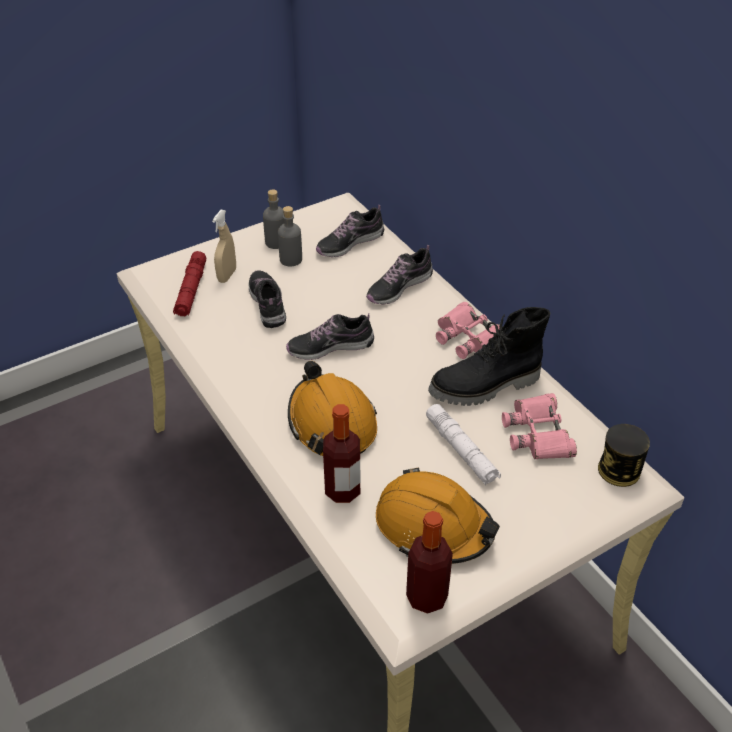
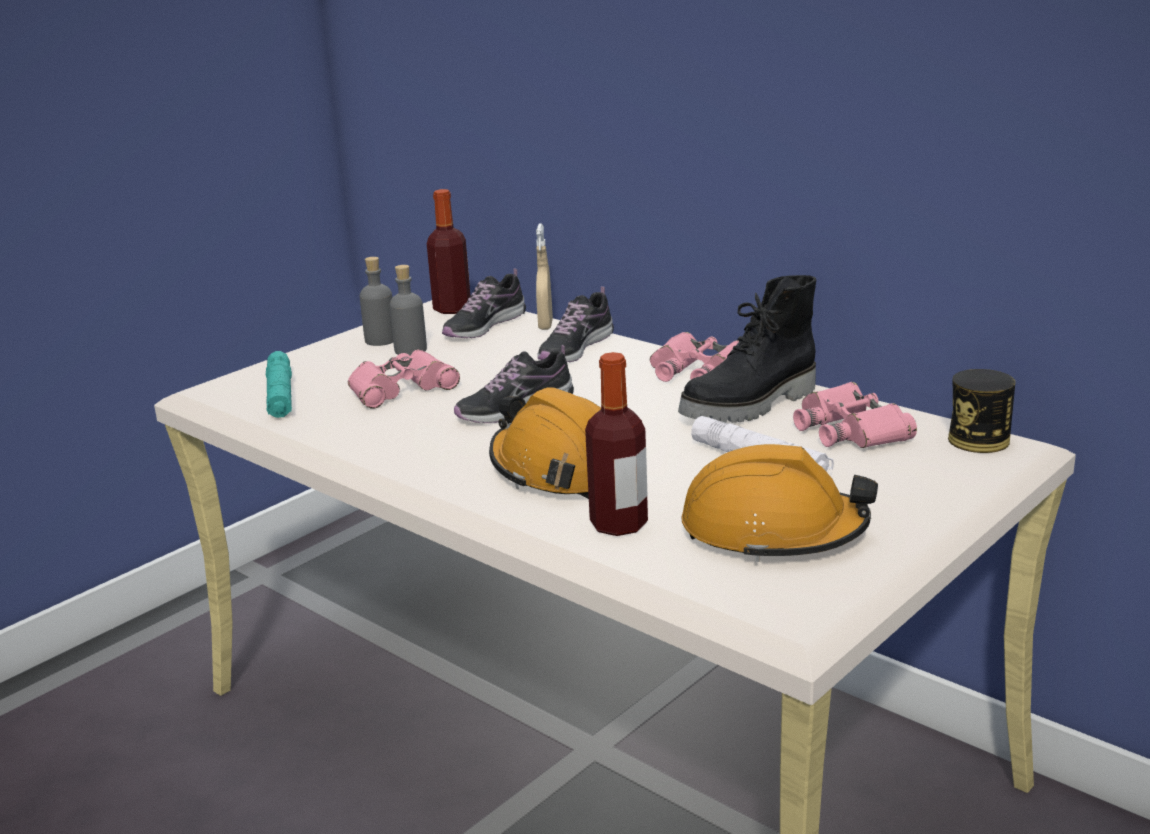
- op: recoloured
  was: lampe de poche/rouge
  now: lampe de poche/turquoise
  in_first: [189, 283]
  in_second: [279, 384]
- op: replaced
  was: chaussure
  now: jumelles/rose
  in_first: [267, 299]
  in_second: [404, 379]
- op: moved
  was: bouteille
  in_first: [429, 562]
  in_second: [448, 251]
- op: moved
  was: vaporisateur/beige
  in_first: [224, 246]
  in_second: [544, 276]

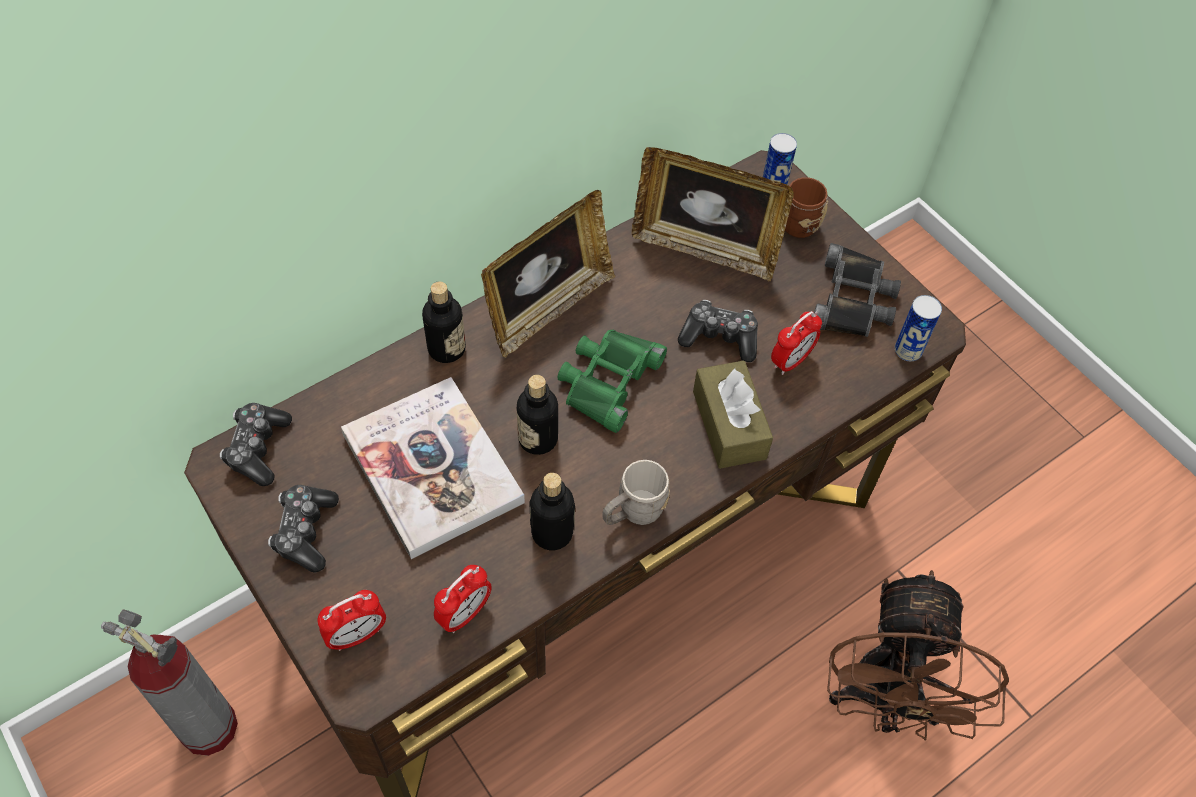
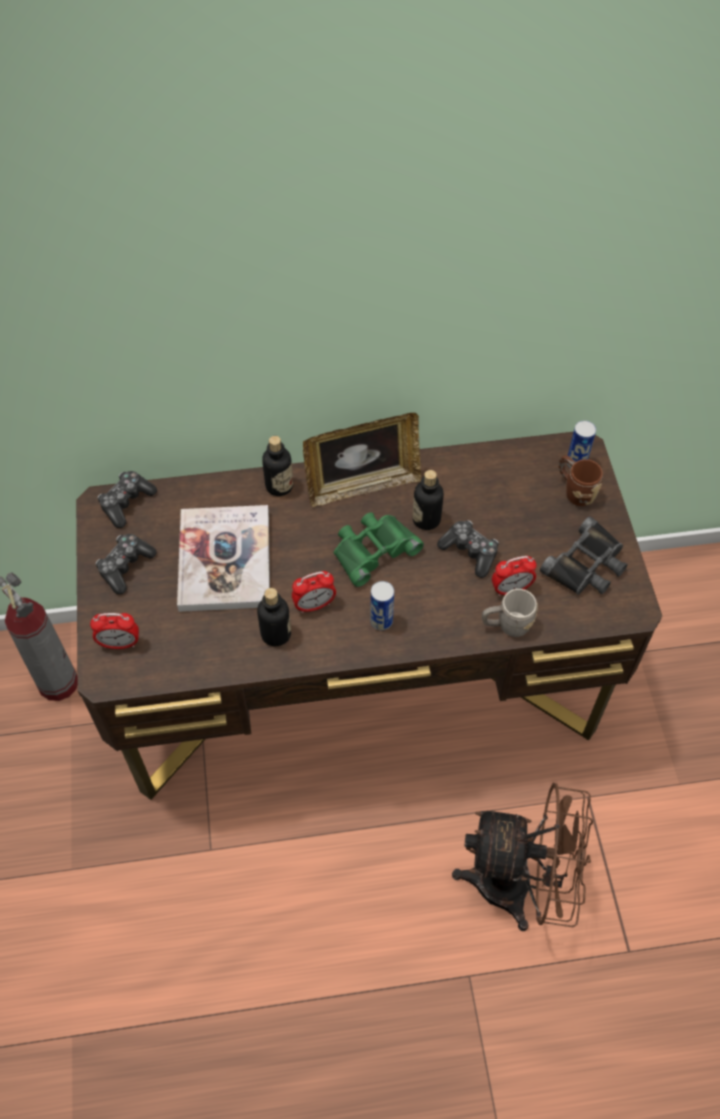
- op: moved
  was: réveil
  in_first: [463, 599]
  in_second: [314, 592]
- op: moved
  was: boîte métallique
  in_first: [918, 328]
  in_second: [382, 606]
- op: moved
  was: bouteille
  in_first: [537, 415]
  in_second: [428, 500]
- op: turned
  was: ventilateur/marron
  in_first: [918, 655]
  in_second: [522, 857]
  clockwise: -120
- op: moved
  was: mug/gris
  in_first: [636, 492]
  in_second: [510, 613]
- op: removed
  was: cadre photo
  in_first: [713, 214]
- op: removed
  was: boîte à mouchoirs/marron
  in_first: [733, 414]

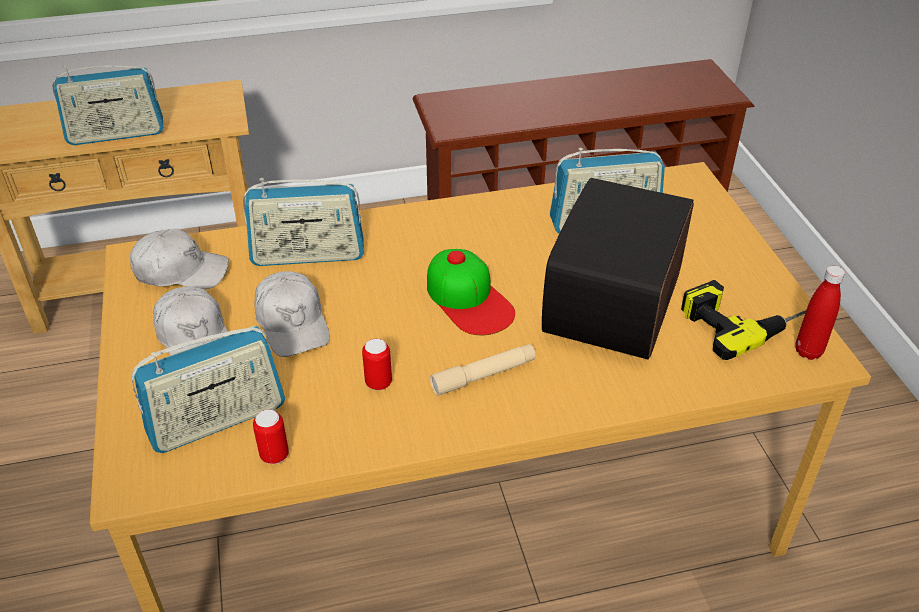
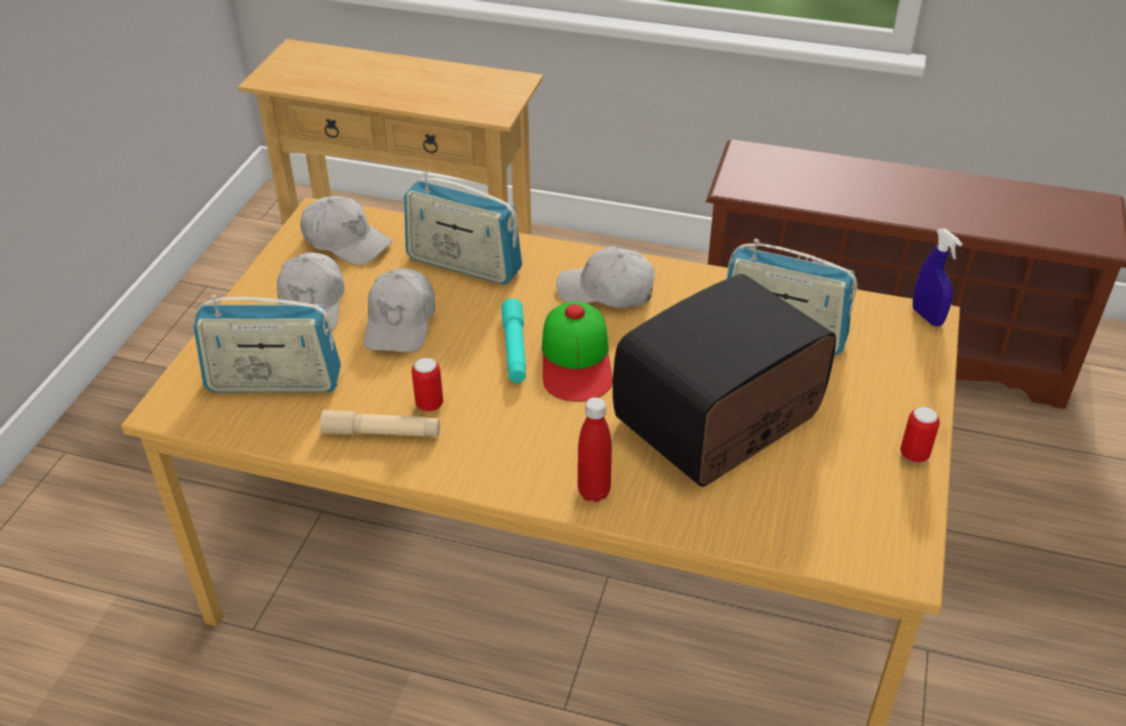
- op: moved
  was: lampe de poche/beige
  in_first: [483, 370]
  in_second: [380, 423]
- op: added
  now: lampe de poche/turquoise
  in_second: [513, 340]
- op: added
  now: casquette/blanc
  in_second: [605, 277]
- op: moved
  was: bouteille/rouge
  in_first: [820, 312]
  in_second: [595, 449]
- op: moved
  was: boîte métallique
  in_first: [271, 437]
  in_second: [920, 435]
- op: added
  now: vaporisateur/bleu
  in_second: [938, 277]
- op: removed
  was: radio
  in_first: [108, 105]
- op: removed
  was: perceuse
  in_first: [743, 320]

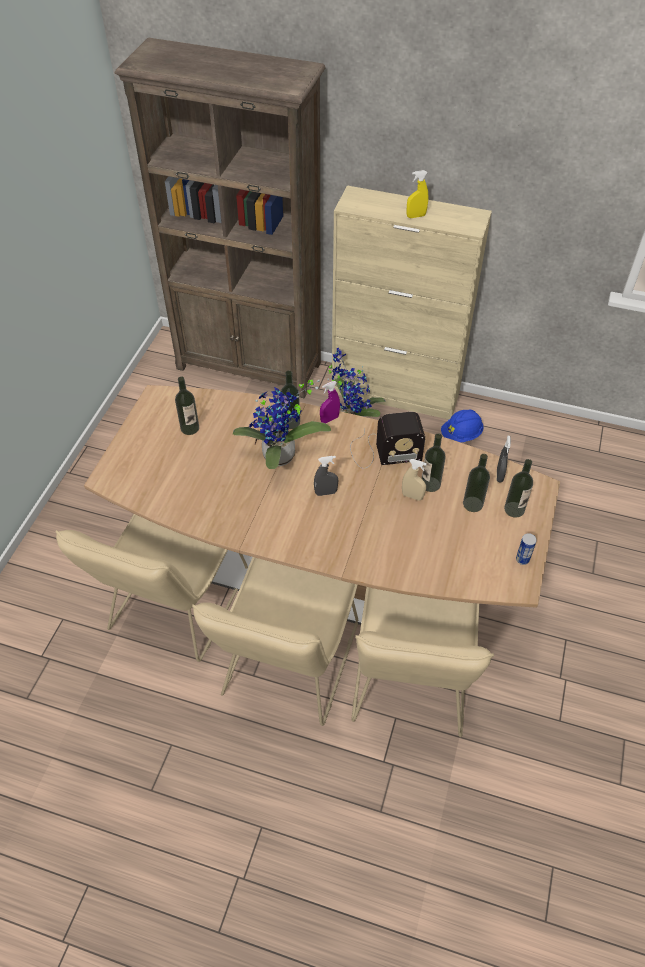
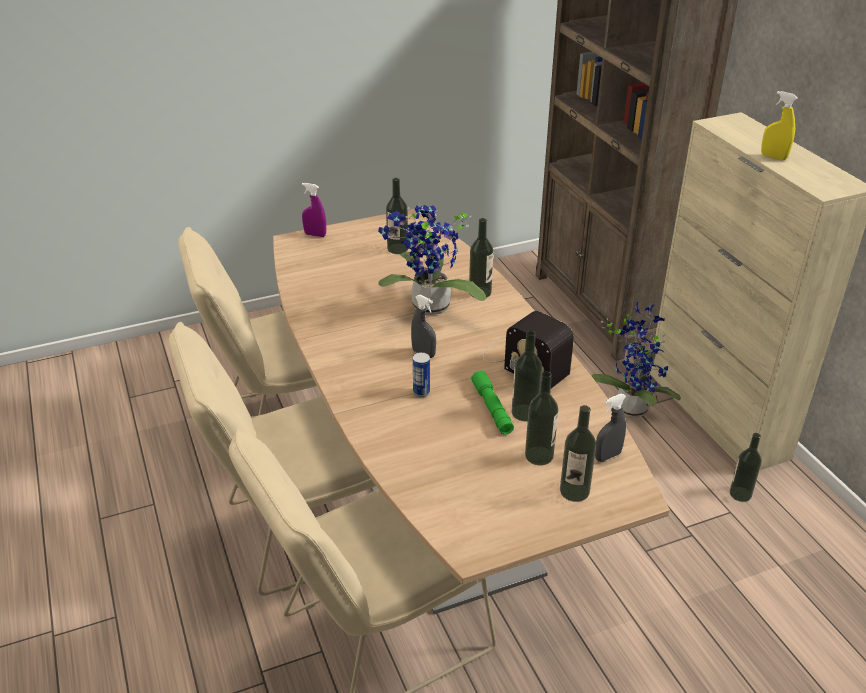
- op: moved
  was: vaporisateur/violet
  in_first: [330, 402]
  in_second: [314, 210]
- op: moved
  was: boîte métallique
  in_first: [526, 549]
  in_second: [421, 374]
- op: replaced
  was: vaporisateur/beige
  now: lampe de poche/vert
  in_first: [414, 480]
  in_second: [492, 402]
- op: replaced
  was: casque de chantier/bleu
  now: bouteille
  in_first: [462, 426]
  in_second: [746, 467]

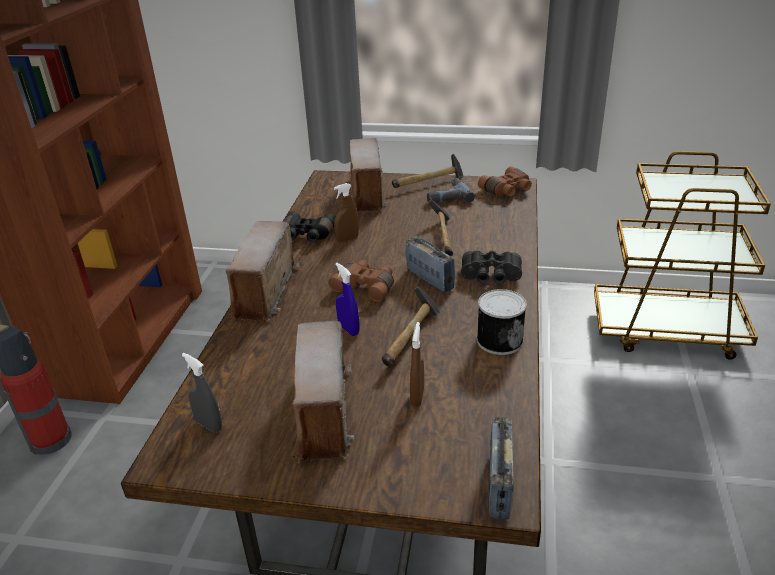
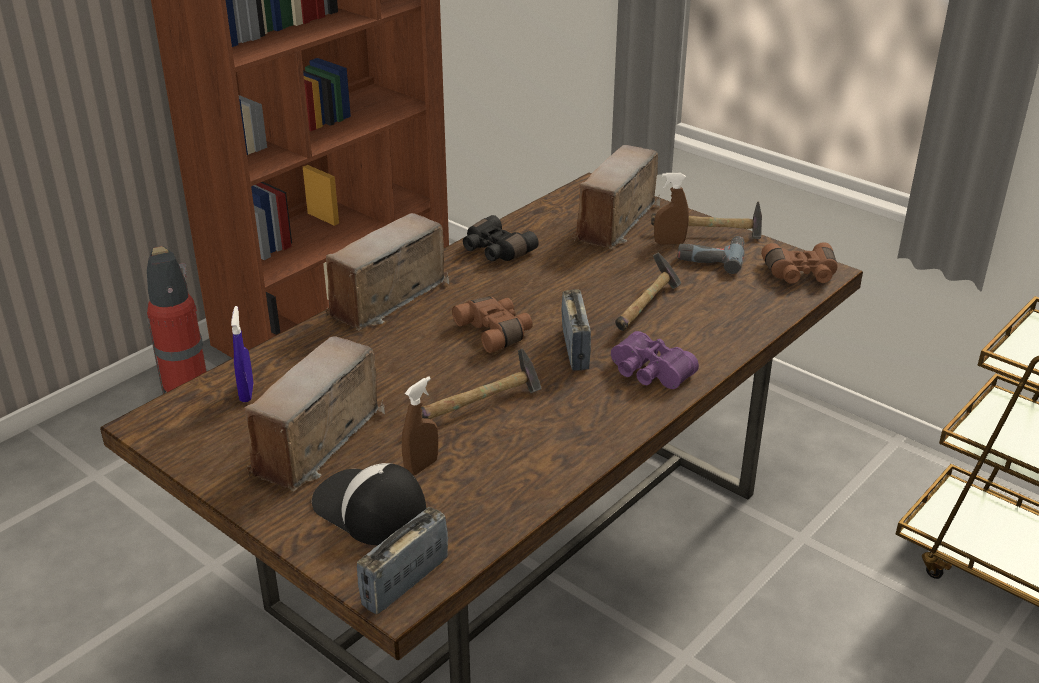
- op: moved
  was: vaporisateur/bleu
  in_first: [347, 299]
  in_second: [242, 354]
- op: added
  now: casquette
  in_second: [369, 504]
- op: recoloured
  was: jumelles/noir
  now: jumelles/violet
  in_first: [491, 267]
  in_second: [655, 360]
- op: moved
  was: vaporisateur/marron
  in_first: [346, 212]
  in_second: [671, 209]
- op: removed
  was: vaporisateur/gris
  in_first: [202, 393]
- op: removed
  was: boîte métallique
  in_first: [502, 322]

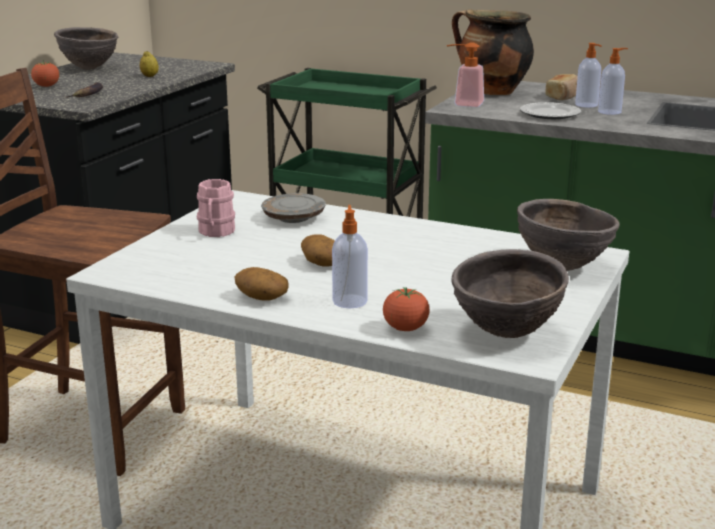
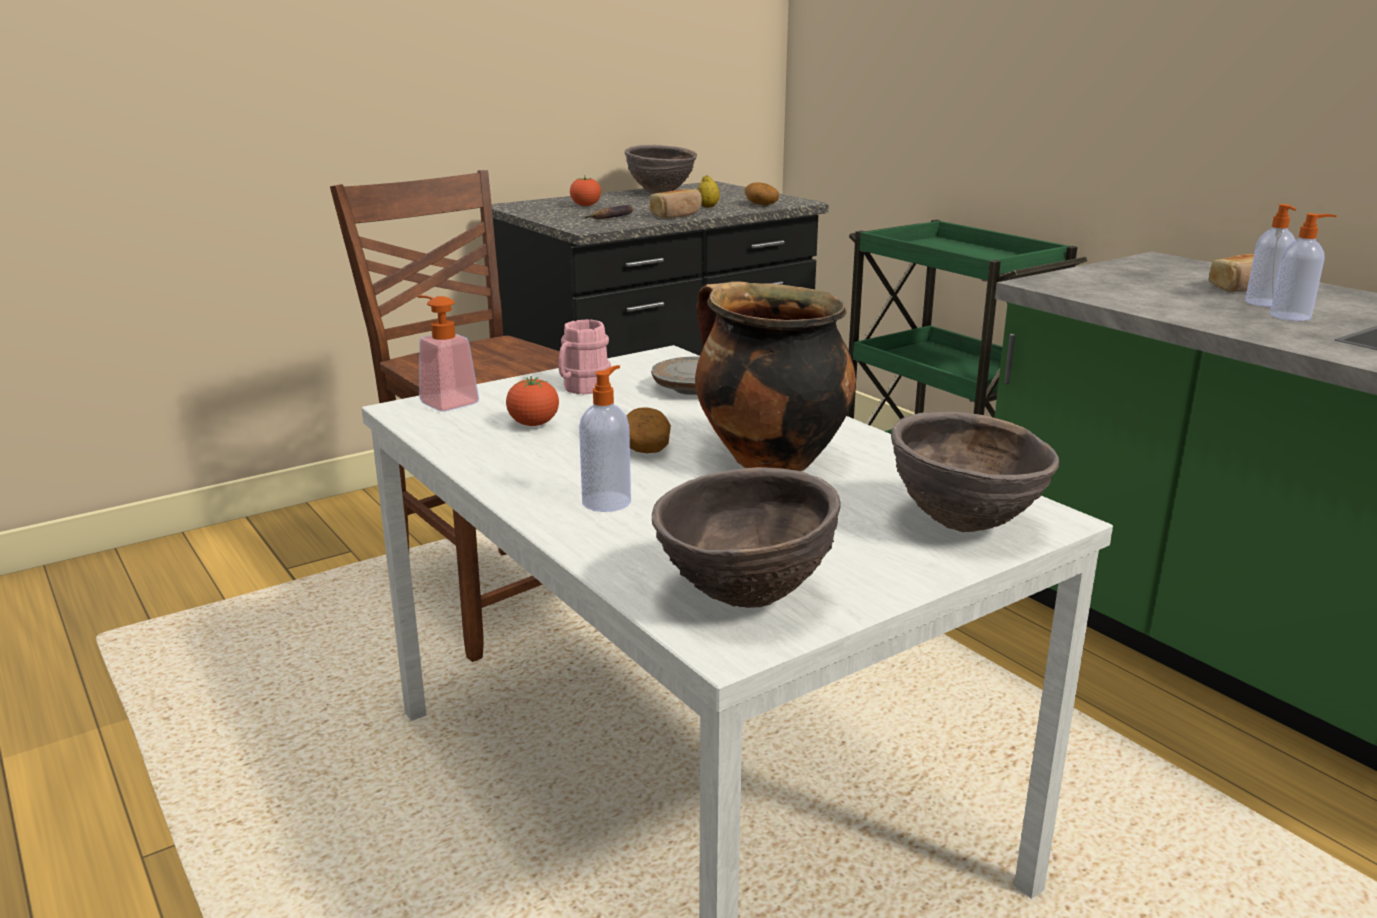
- op: moved
  was: distributeur de savon
  in_first: [465, 74]
  in_second: [448, 353]
- op: moved
  was: tomate
  in_first: [406, 309]
  in_second: [532, 401]
- op: added
  now: pain
  in_second: [676, 203]
- op: moved
  was: marmite
  in_first: [493, 52]
  in_second: [775, 376]
- op: moved
  was: pomme de terre
  in_first: [262, 284]
  in_second: [762, 194]
- op: removed
  was: assiette
  in_first: [550, 110]

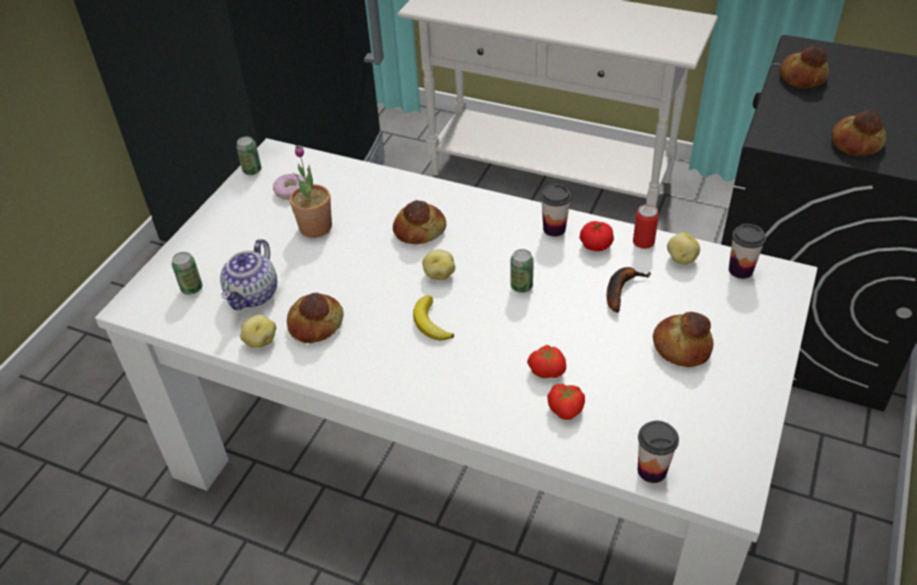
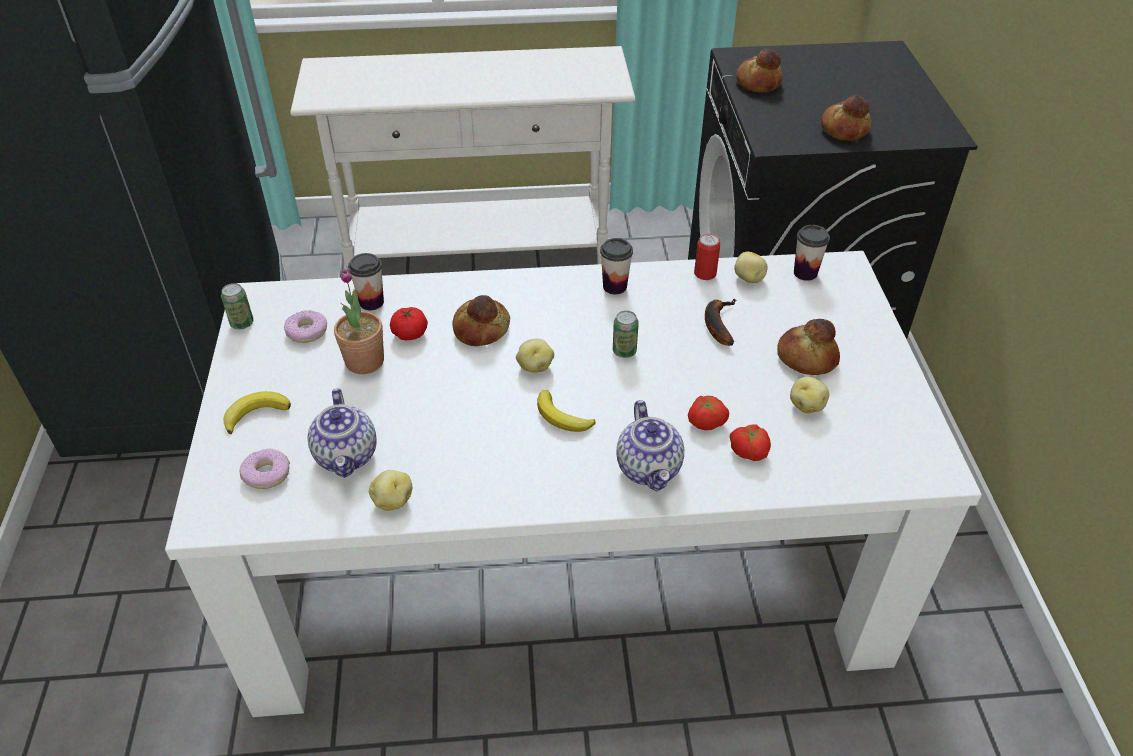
- op: added
  now: banane
  in_second: [257, 412]
- op: replaced
  was: boîte métallique
  now: beignet
  in_first: [187, 273]
  in_second: [264, 468]
- op: moved
  was: tasse
  in_first: [658, 452]
  in_second: [366, 281]
- op: moved
  was: tomate
  in_first: [597, 236]
  in_second: [409, 323]
- op: added
  now: théière
  in_second: [650, 445]
- op: added
  now: pomme de terre
  in_second: [809, 395]
- op: removed
  was: pain
  in_first: [315, 318]

